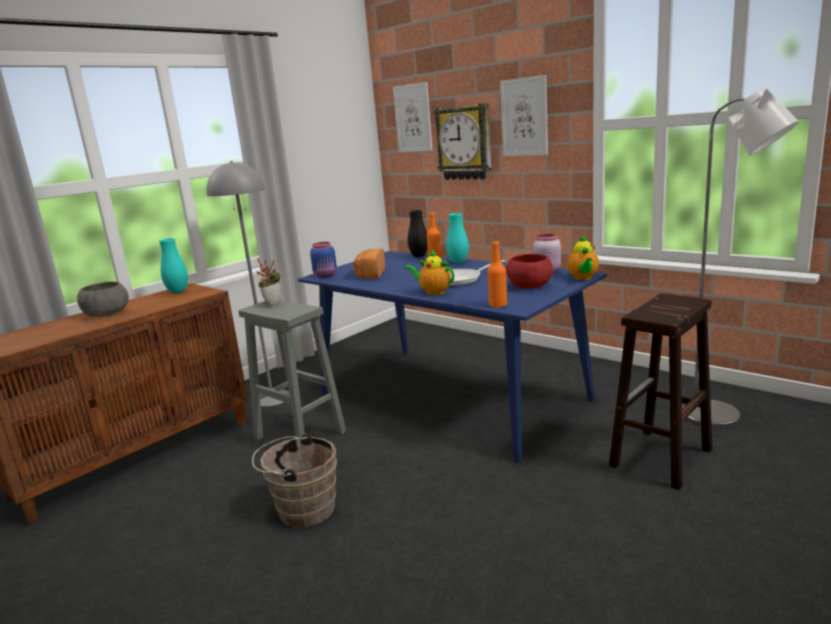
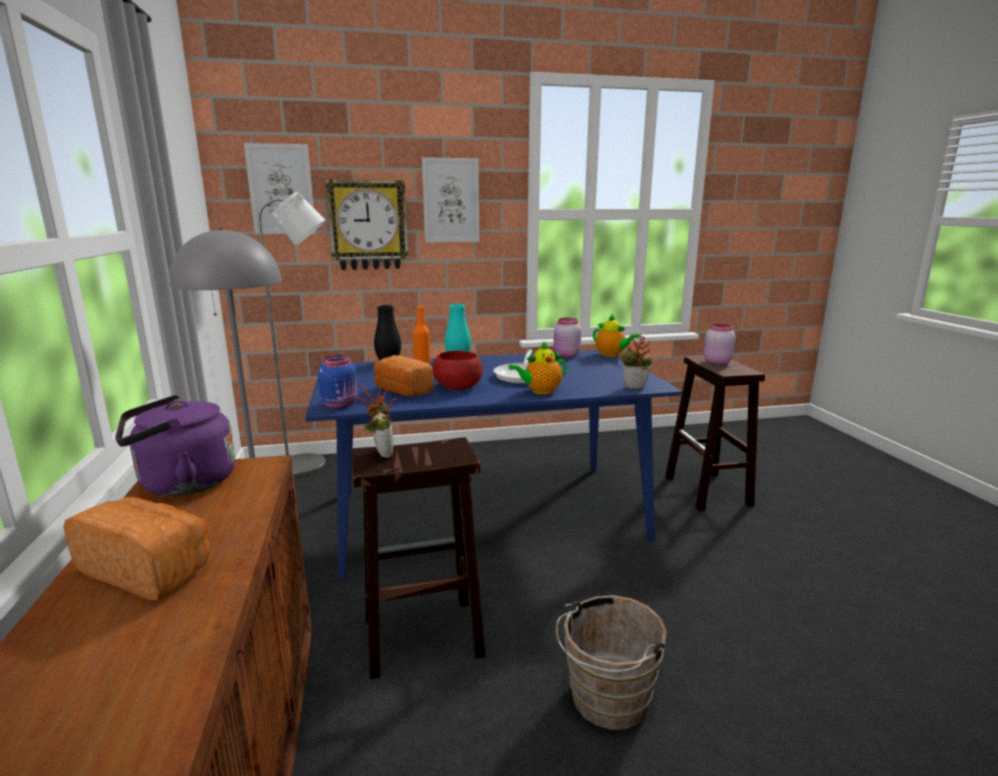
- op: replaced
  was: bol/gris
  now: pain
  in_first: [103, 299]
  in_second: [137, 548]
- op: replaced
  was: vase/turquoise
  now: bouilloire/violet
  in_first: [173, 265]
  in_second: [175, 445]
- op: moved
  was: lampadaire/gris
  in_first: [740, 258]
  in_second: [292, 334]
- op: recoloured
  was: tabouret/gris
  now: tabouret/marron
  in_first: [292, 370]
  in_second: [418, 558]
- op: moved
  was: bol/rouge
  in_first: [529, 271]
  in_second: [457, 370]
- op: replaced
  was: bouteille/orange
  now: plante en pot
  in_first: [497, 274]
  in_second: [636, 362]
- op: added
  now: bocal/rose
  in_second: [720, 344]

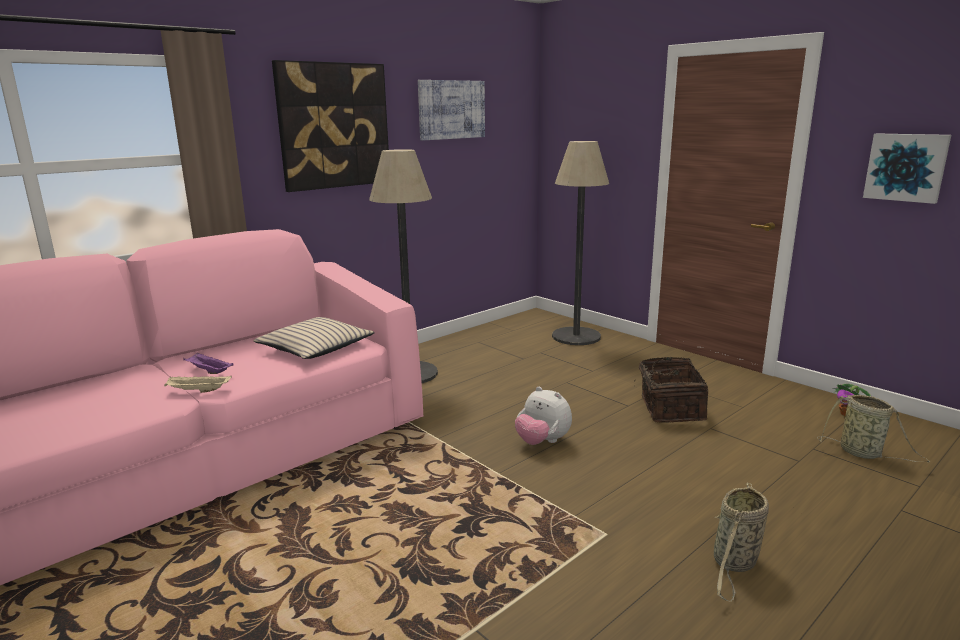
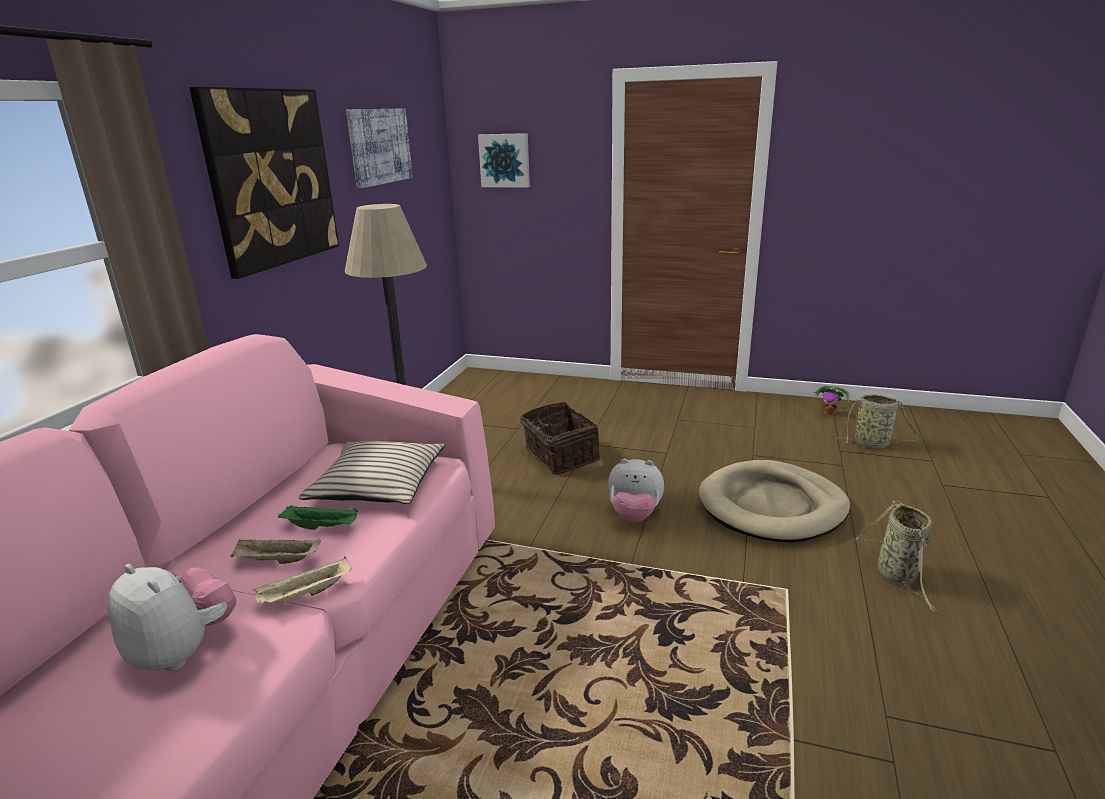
- op: added
  now: peluche
  in_second: [171, 617]
- op: recoloured
  was: plateau/violet
  now: plateau/beige
  in_first: [208, 363]
  in_second: [276, 551]
- op: added
  now: plateau/vert
  in_second: [318, 517]
- op: moved
  was: tableau
  in_first: [907, 168]
  in_second: [504, 160]
- op: moved
  was: panier
  in_first: [671, 390]
  in_second: [560, 438]
- op: added
  now: panier pour chien/beige
  in_second: [774, 501]
- op: removed
  was: lampadaire
  in_first: [580, 243]

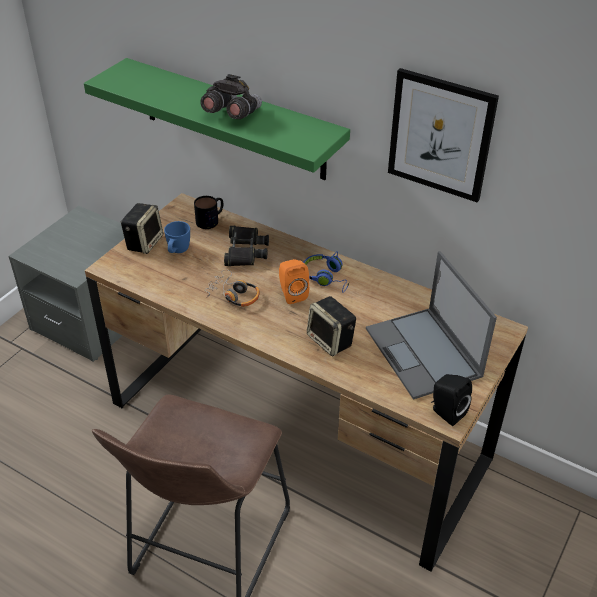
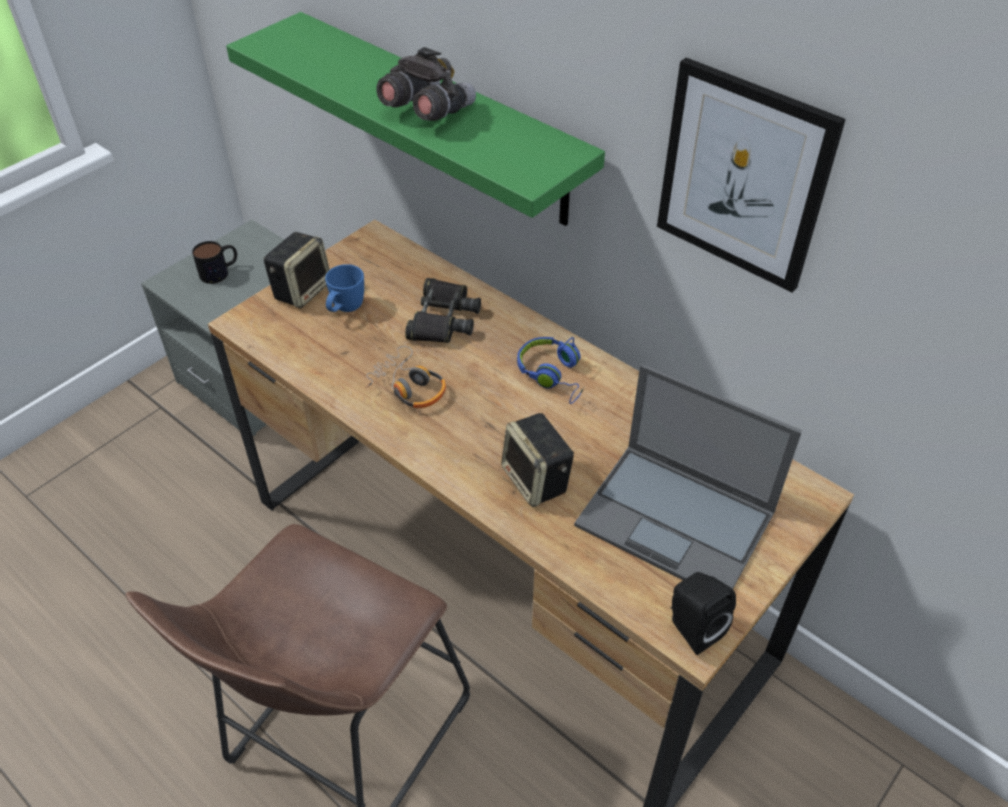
- op: moved
  was: mug
  in_first: [208, 212]
  in_second: [214, 262]
- op: turned
  was: ordinateur portable
  in_first: [431, 325]
  in_second: [688, 476]
  clockwise: -45
- op: removed
  was: enceinte/orange
  in_first: [294, 281]

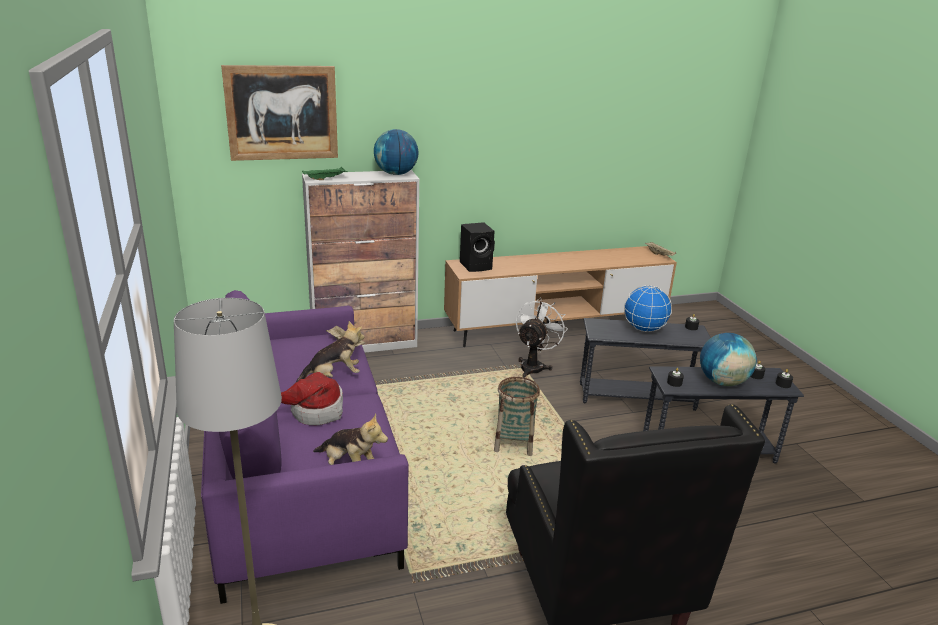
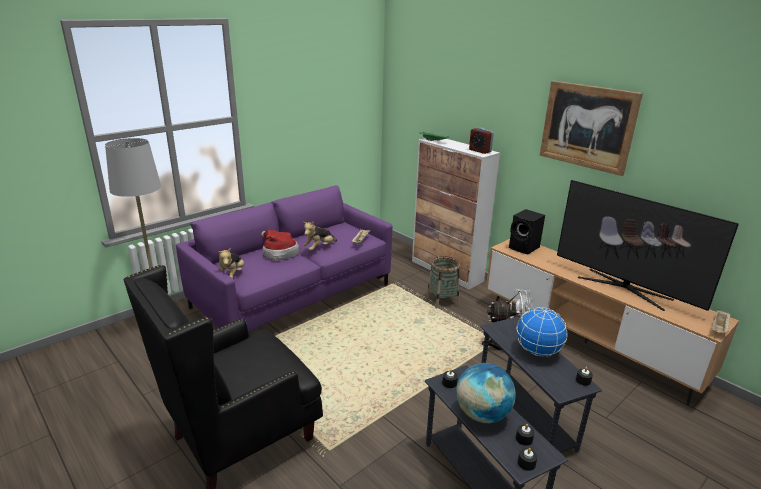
- op: turned
  was: peluche
  in_first: [330, 351]
  in_second: [320, 236]
  clockwise: 90
- op: moved
  was: panier
  in_first: [517, 416]
  in_second: [443, 282]
- op: replaced
  was: globe
  now: réveil
  in_first: [396, 152]
  in_second: [481, 140]
- op: moved
  was: tableau
  in_first: [279, 113]
  in_second: [591, 128]
- op: added
  now: téléviseur
  in_second: [648, 245]

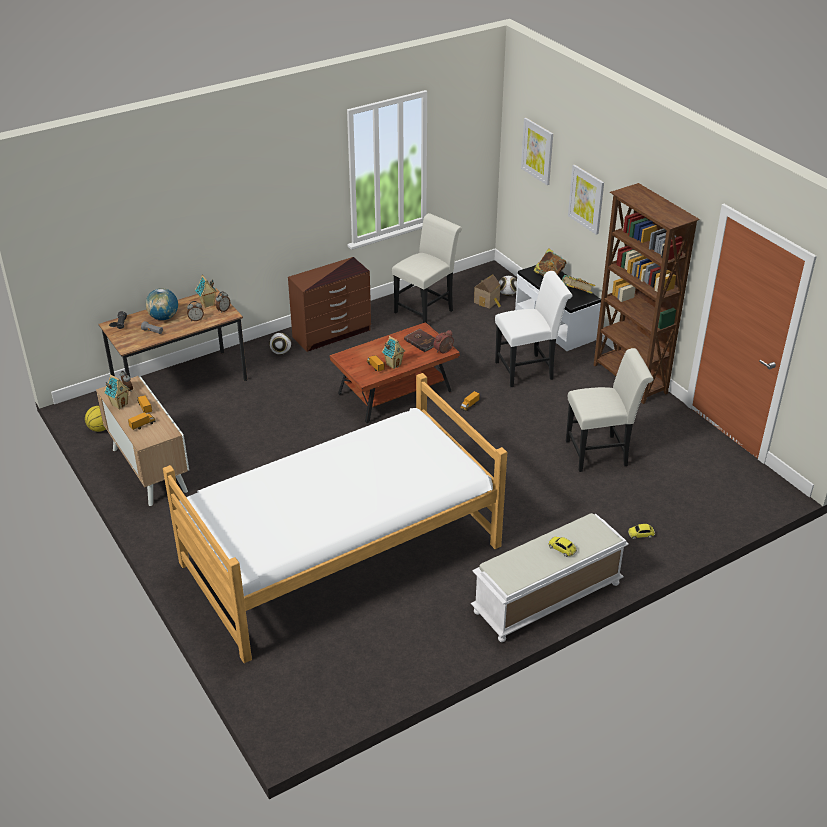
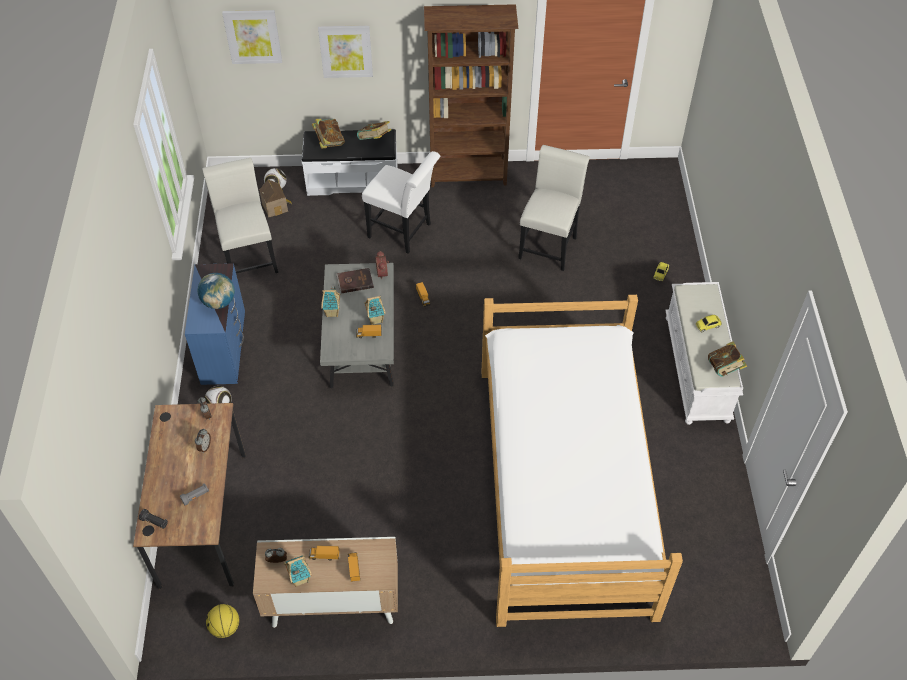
- op: recoloured
  was: commode/marron
  now: commode/bleu
  in_first: [329, 304]
  in_second: [215, 324]
- op: moved
  was: globe
  in_first: [162, 304]
  in_second: [216, 291]
- op: recoloured
  was: table basse/marron
  now: table basse/gris
  in_first: [395, 373]
  in_second: [357, 325]
- op: moved
  was: maison miniature
  in_first: [206, 291]
  in_second: [330, 301]
- op: turned
  was: chaise/blanc
  in_first: [534, 329]
  in_second: [401, 202]
  clockwise: 105
- op: added
  now: livre
  in_second: [727, 359]

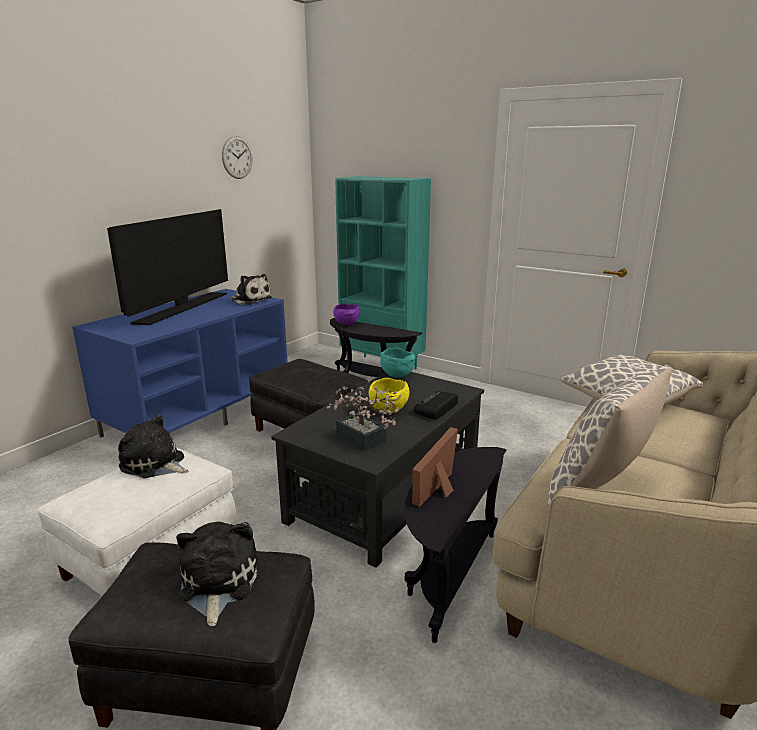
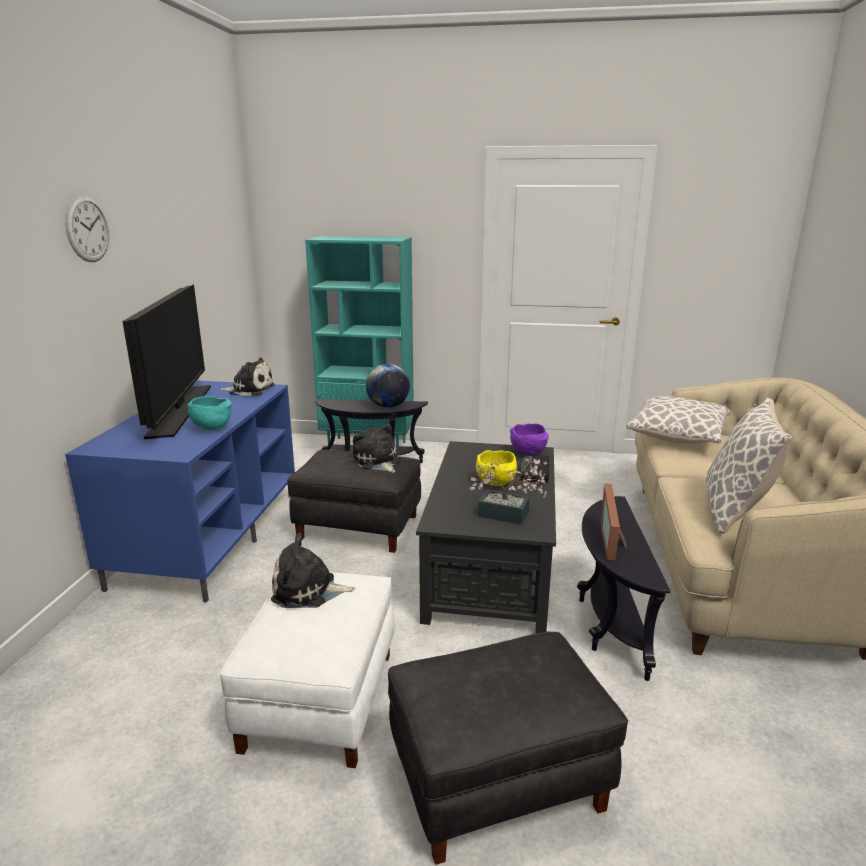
- op: moved
  was: horloge murale
  in_first: [237, 157]
  in_second: [87, 228]
- op: moved
  was: bol/turquoise
  in_first: [398, 363]
  in_second: [209, 413]
- op: moved
  was: peluche
  in_first: [216, 573]
  in_second: [376, 448]
- op: added
  now: globe
  in_second: [388, 386]
- op: moved
  was: bol/violet
  in_first: [346, 314]
  in_second: [529, 439]

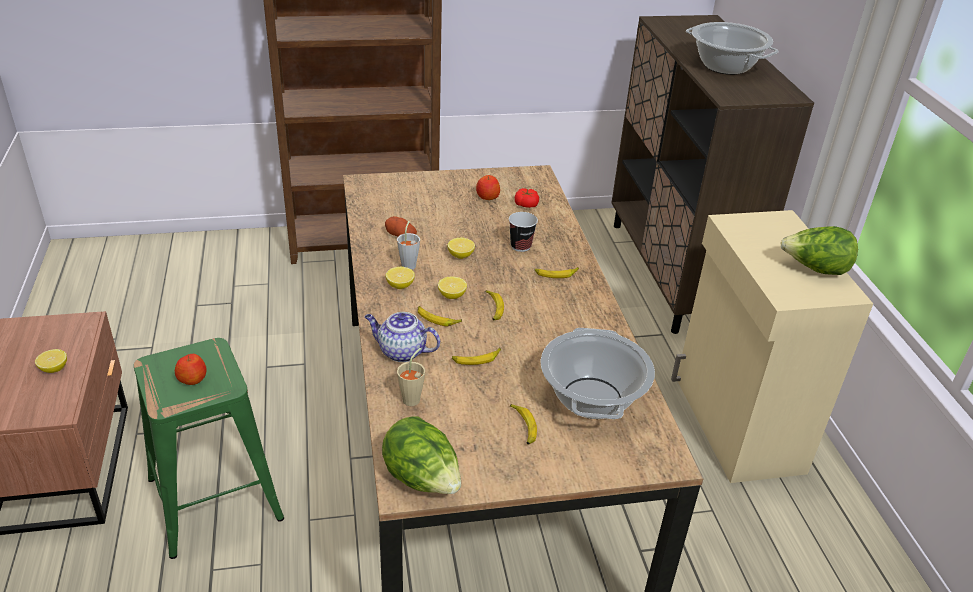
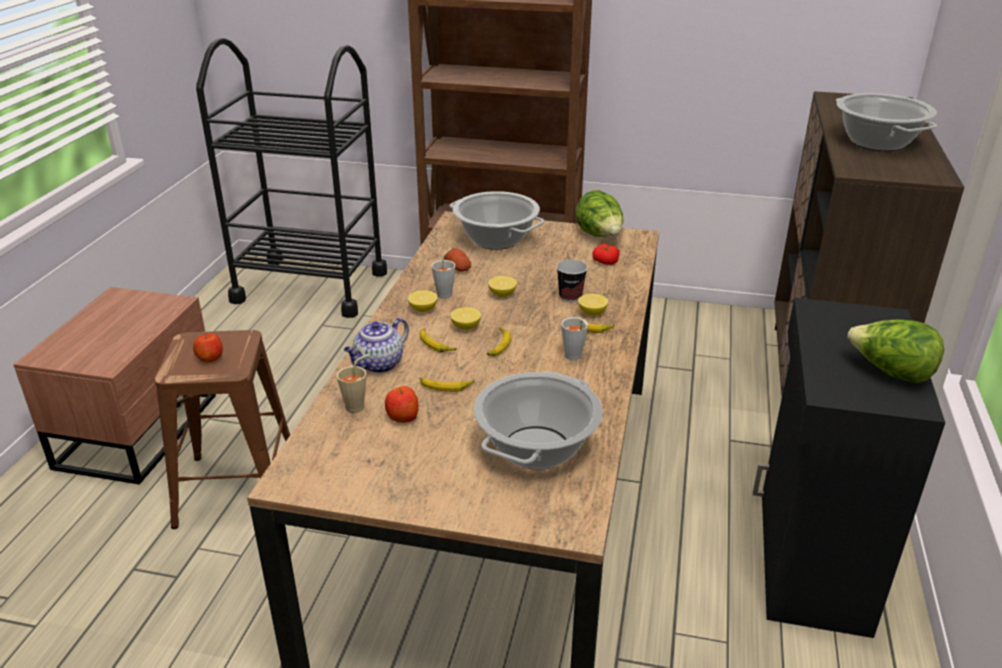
- op: recoloured
  was: tabouret/vert
  now: tabouret/marron
  in_first: [209, 448]
  in_second: [222, 429]
- op: added
  now: chariot/noir
  in_second: [291, 178]
- op: turned
  was: théière
  in_first: [402, 337]
  in_second: [376, 345]
  clockwise: -90
- op: moved
  was: pomme
  in_first: [488, 187]
  in_second: [402, 404]
- op: added
  now: marmite
  in_second: [497, 220]
- op: added
  now: tasse/gris
  in_second: [574, 338]
- op: moved
  was: laitue
  in_first: [421, 455]
  in_second: [599, 213]
- op: moved
  was: citron
  in_first: [51, 361]
  in_second: [593, 305]
- op: recoloured
  was: meuble de rangement/beige
  now: meuble de rangement/noir
  in_first: [772, 346]
  in_second: [849, 468]
- op: removed
  was: banane
  in_first: [523, 424]

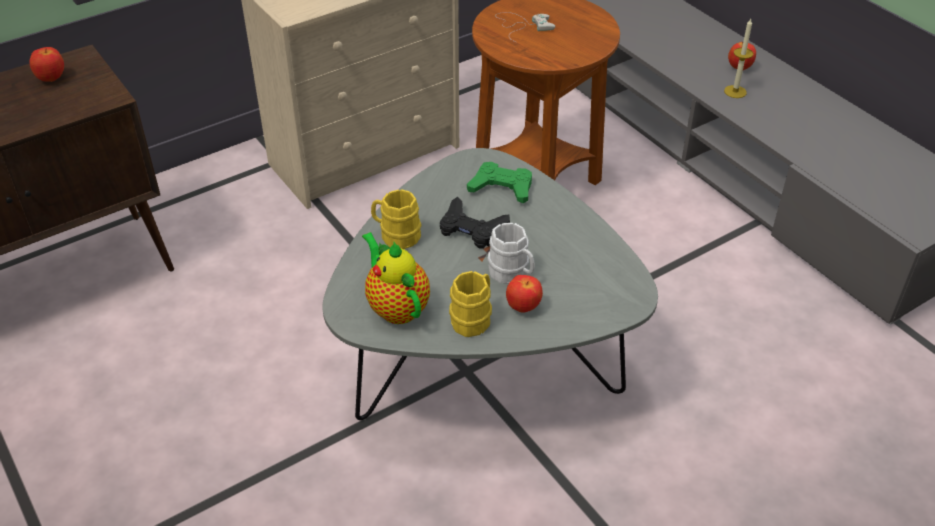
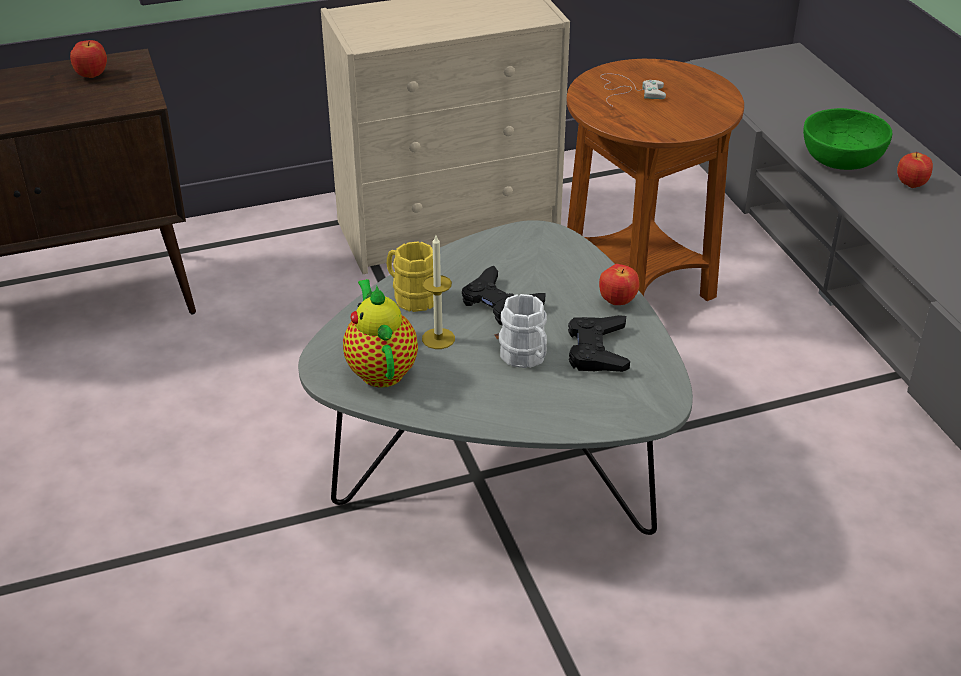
- op: moved
  was: bougie
  in_first: [738, 58]
  in_second: [438, 292]
- op: added
  now: manette/noir
  in_second: [599, 343]
- op: moved
  was: pomme
  in_first: [524, 293]
  in_second: [619, 284]
- op: added
  now: bol/vert
  in_second: [847, 139]
- op: removed
  was: mug/jaune
  in_first: [470, 304]
- op: removed
  was: manette/vert
  in_first: [499, 182]

